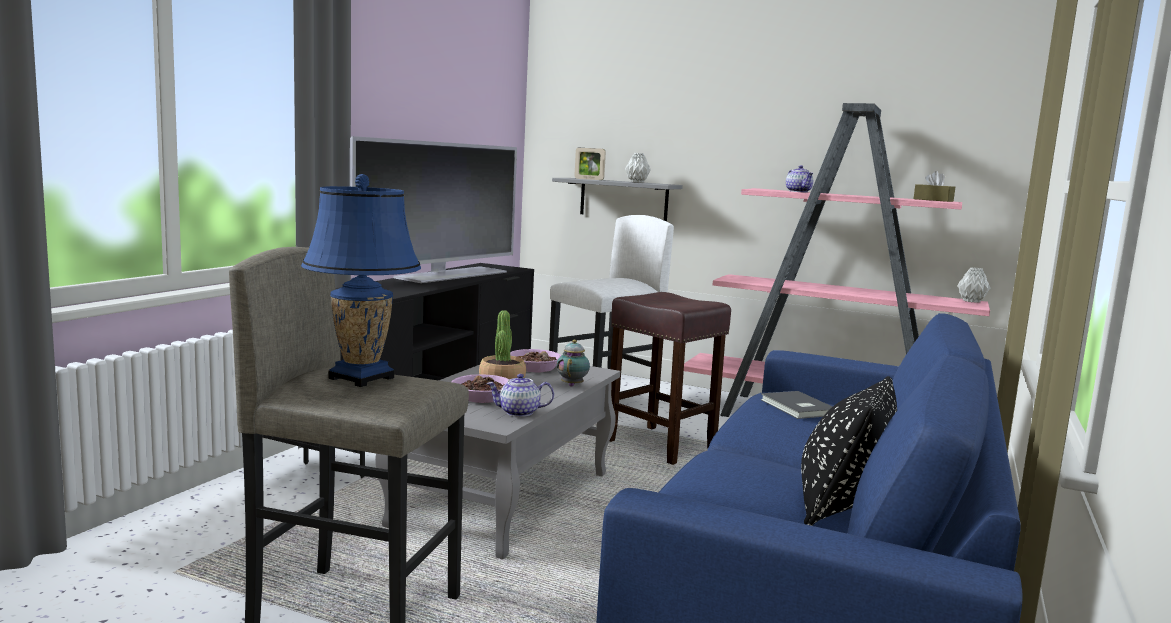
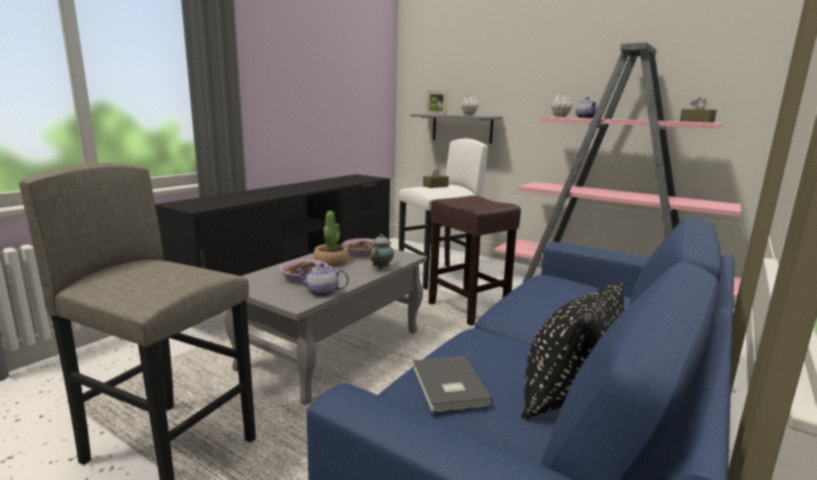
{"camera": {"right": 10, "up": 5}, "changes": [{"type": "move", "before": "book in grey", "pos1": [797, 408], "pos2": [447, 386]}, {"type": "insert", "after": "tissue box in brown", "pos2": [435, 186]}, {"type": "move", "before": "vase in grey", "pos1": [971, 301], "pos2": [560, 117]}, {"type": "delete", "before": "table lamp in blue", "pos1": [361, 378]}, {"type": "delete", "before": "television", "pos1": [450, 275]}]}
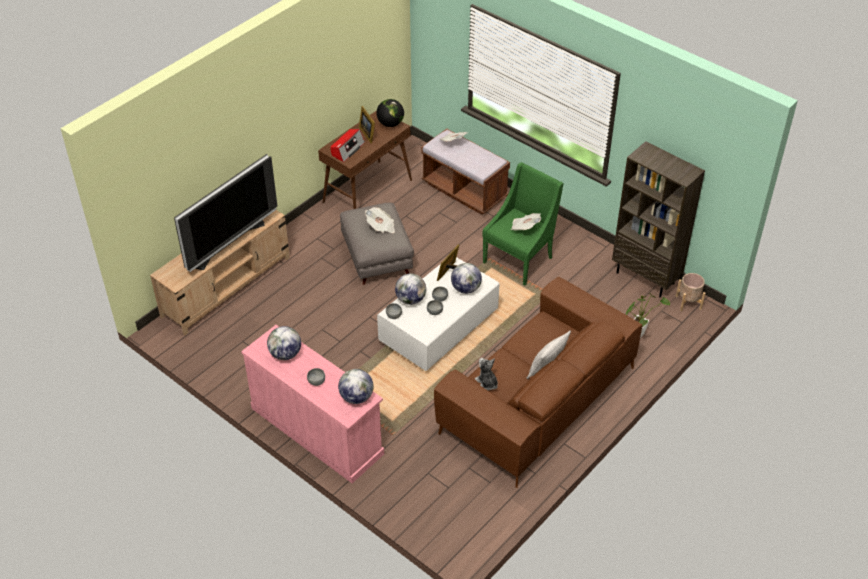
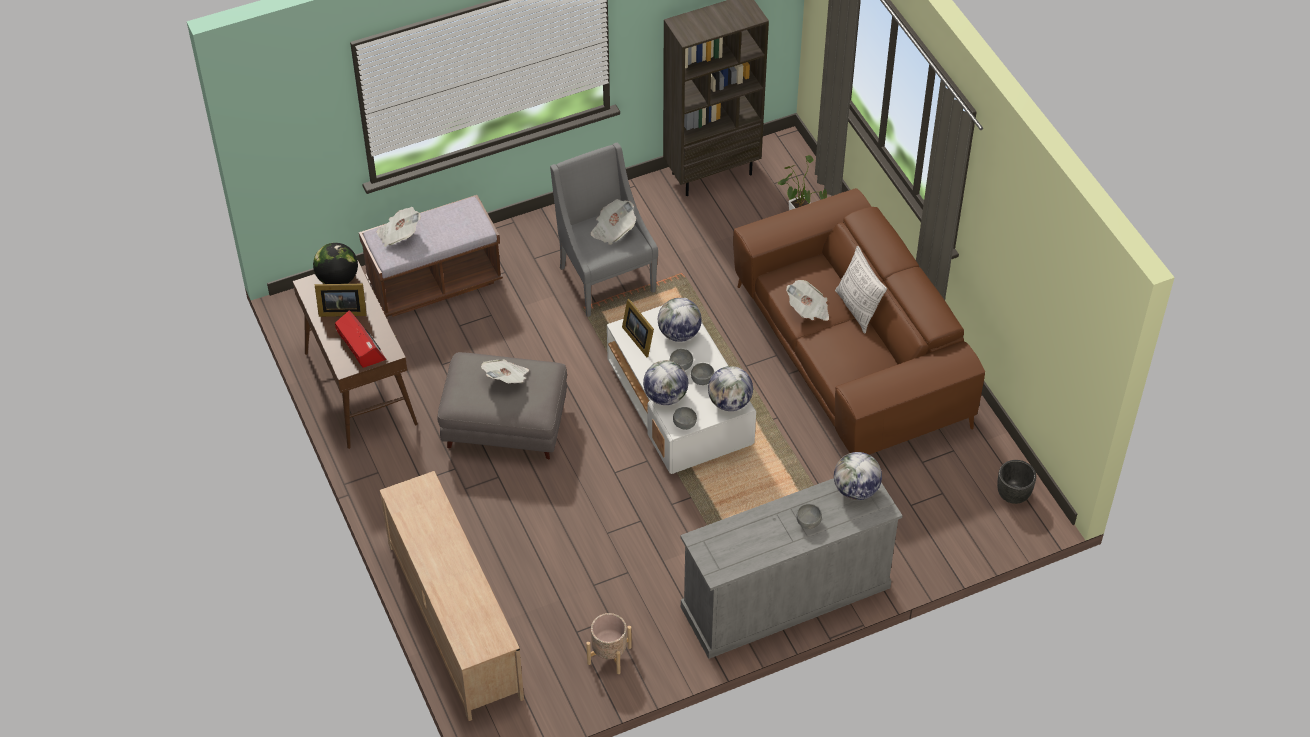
{"camera": {"right": -65, "up": 5}, "changes": [{"type": "recolor", "before": "armchair in green", "after": "armchair in grey", "pos1": [519, 259], "pos2": [604, 278]}, {"type": "move", "before": "planter in beige", "pos1": [688, 302], "pos2": [609, 655]}, {"type": "recolor", "before": "dresser in pink", "after": "dresser in grey", "pos1": [316, 430], "pos2": [784, 598]}, {"type": "move", "before": "globe", "pos1": [285, 354], "pos2": [730, 402]}, {"type": "insert", "after": "newspaper", "pos2": [808, 310]}, {"type": "insert", "after": "planter in black", "pos2": [1013, 495]}, {"type": "delete", "before": "television", "pos1": [229, 243]}, {"type": "delete", "before": "plush toy", "pos1": [486, 383]}]}
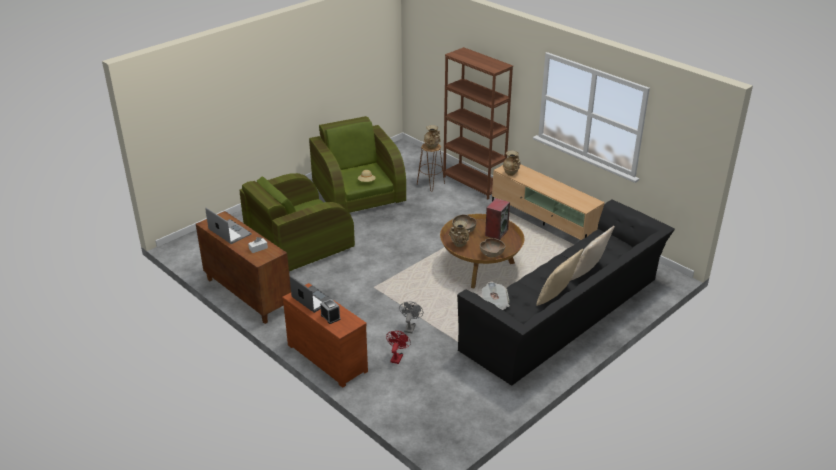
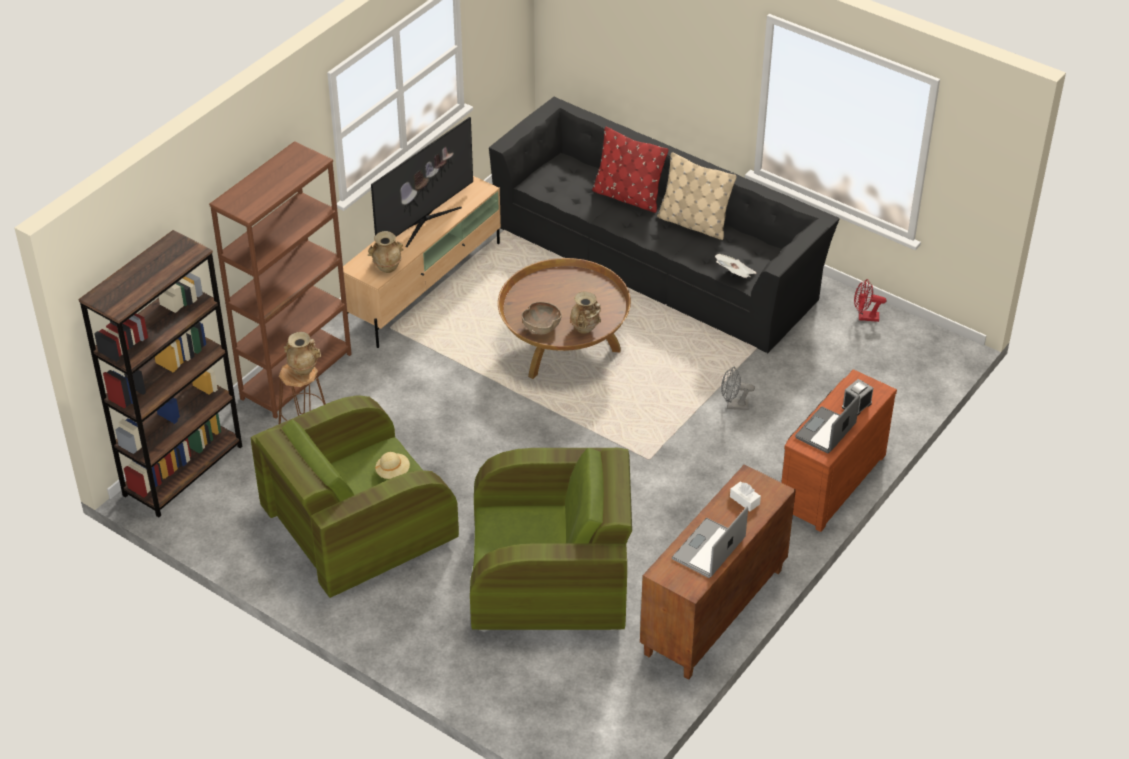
{"camera": {"right": -100, "up": 10}, "changes": [{"type": "insert", "after": "bookcase in brown", "pos2": [183, 470]}, {"type": "insert", "after": "television", "pos2": [424, 222]}, {"type": "rotate", "before": "armchair in green", "pos1": [298, 245], "pos2": [551, 578], "turn": -45}, {"type": "recolor", "before": "pillow in beige", "after": "pillow in red", "pos1": [588, 271], "pos2": [628, 197]}, {"type": "move", "before": "fan in red", "pos1": [397, 357], "pos2": [865, 317]}, {"type": "delete", "before": "bowl in brown", "pos1": [491, 254]}, {"type": "delete", "before": "speaker", "pos1": [496, 232]}]}
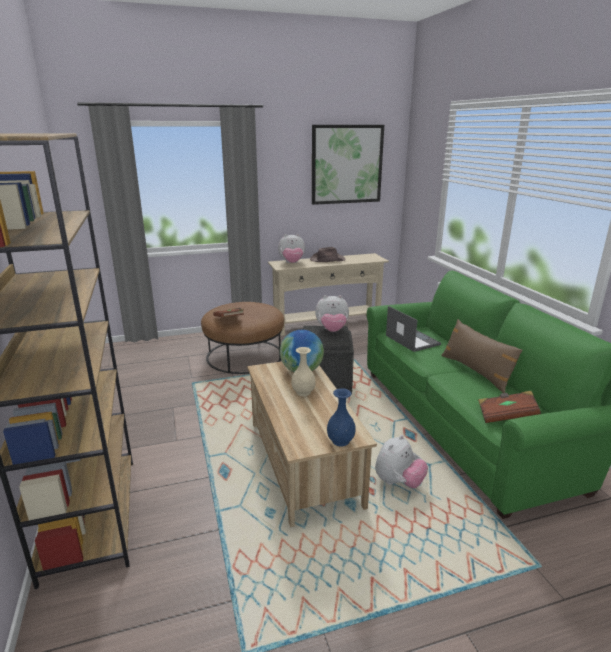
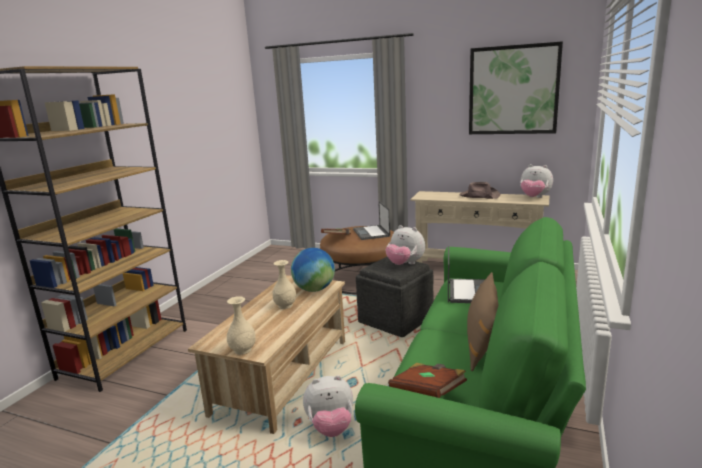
{"camera": {"right": 40, "up": -5}, "changes": [{"type": "recolor", "before": "vase in blue", "after": "vase in beige", "pos1": [341, 441], "pos2": [243, 350]}, {"type": "insert", "after": "laptop", "pos2": [371, 233]}, {"type": "move", "before": "plush toy", "pos1": [292, 263], "pos2": [534, 197]}]}
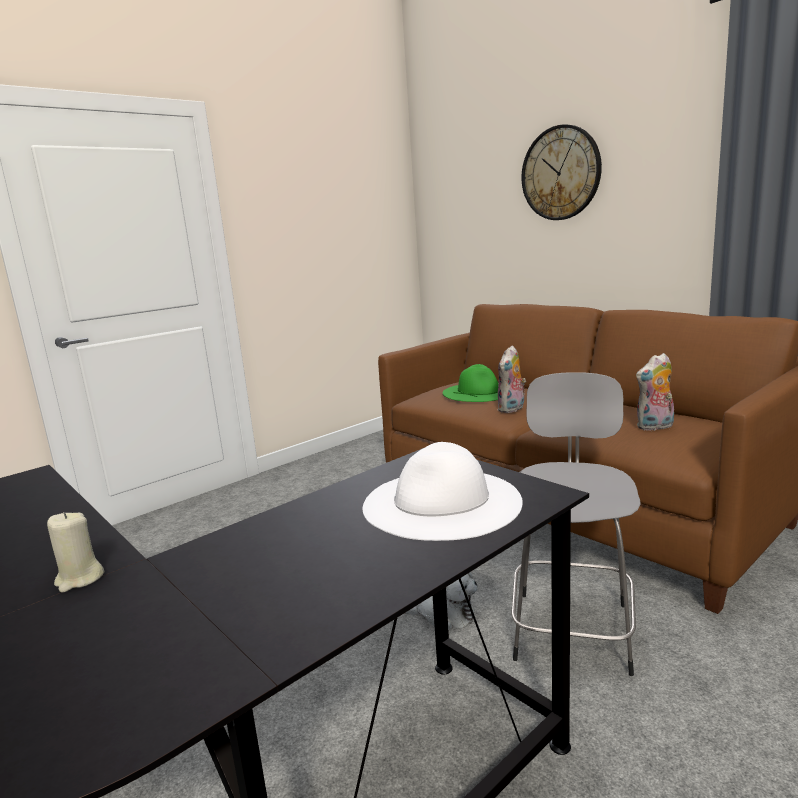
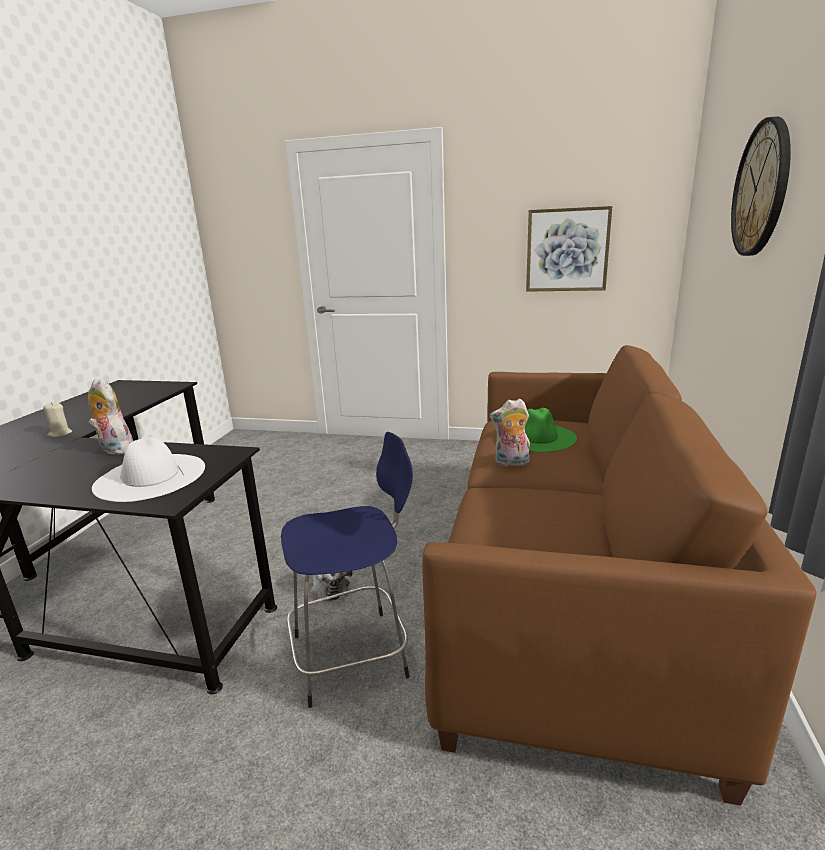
{"camera": {"right": 55, "up": 5}, "changes": [{"type": "move", "before": "plush toy", "pos1": [655, 427], "pos2": [114, 450]}, {"type": "recolor", "before": "stool in grey", "after": "stool in blue", "pos1": [572, 627], "pos2": [354, 654]}, {"type": "insert", "after": "picture", "pos2": [567, 250]}]}
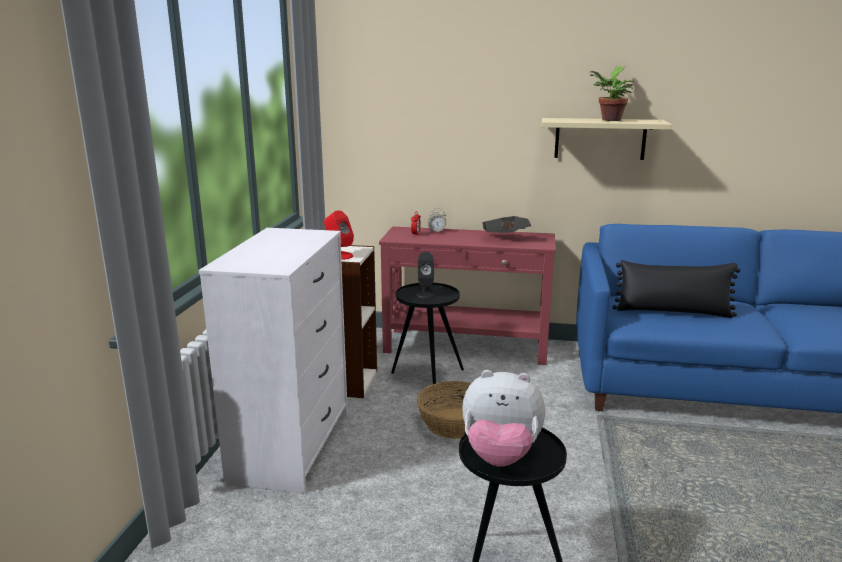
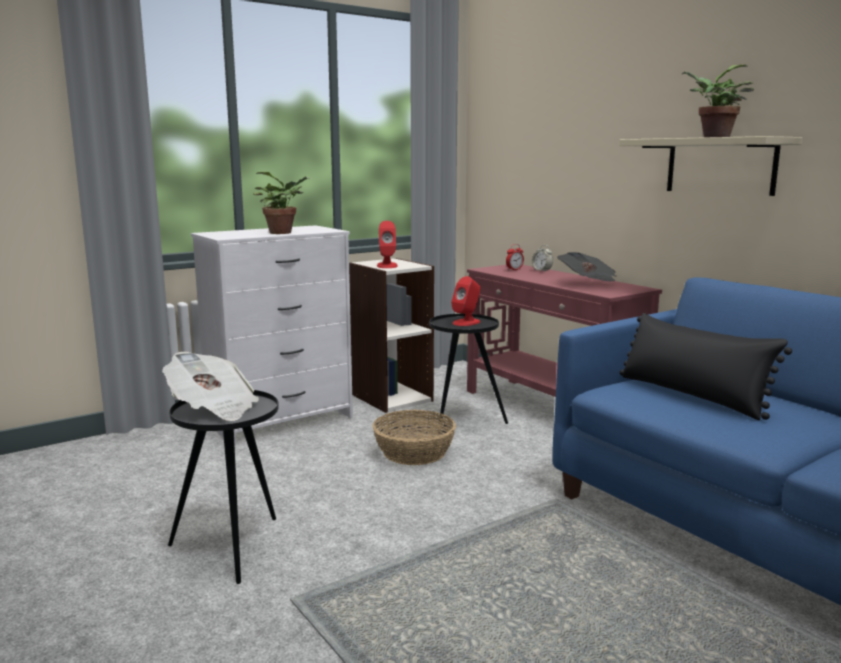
{"camera": {"right": 45, "up": -5}, "changes": [{"type": "replace", "before": "plush toy", "after": "newspaper", "pos1": [500, 455], "pos2": [213, 408]}, {"type": "insert", "after": "potted plant", "pos2": [283, 233]}, {"type": "recolor", "before": "speaker in black", "after": "speaker in red", "pos1": [425, 293], "pos2": [466, 322]}]}
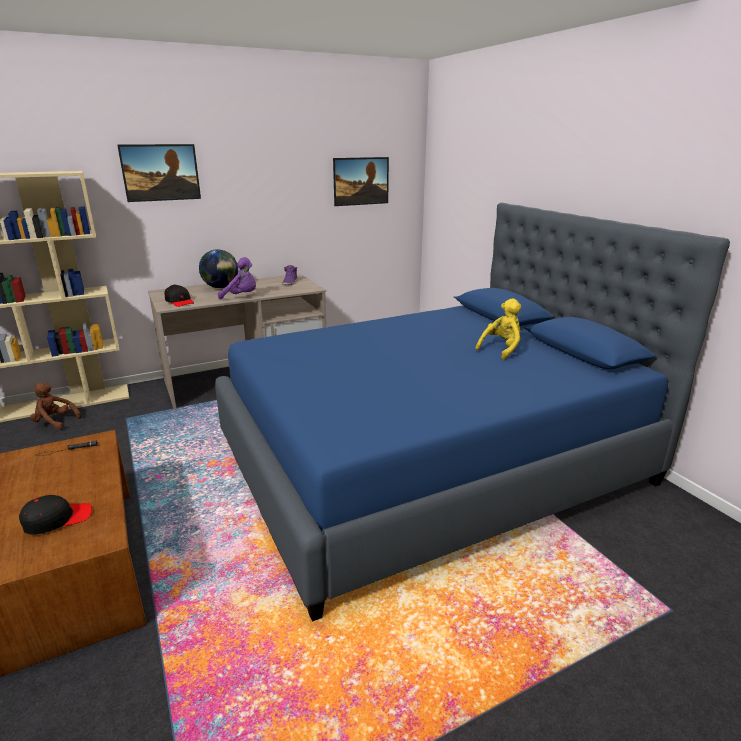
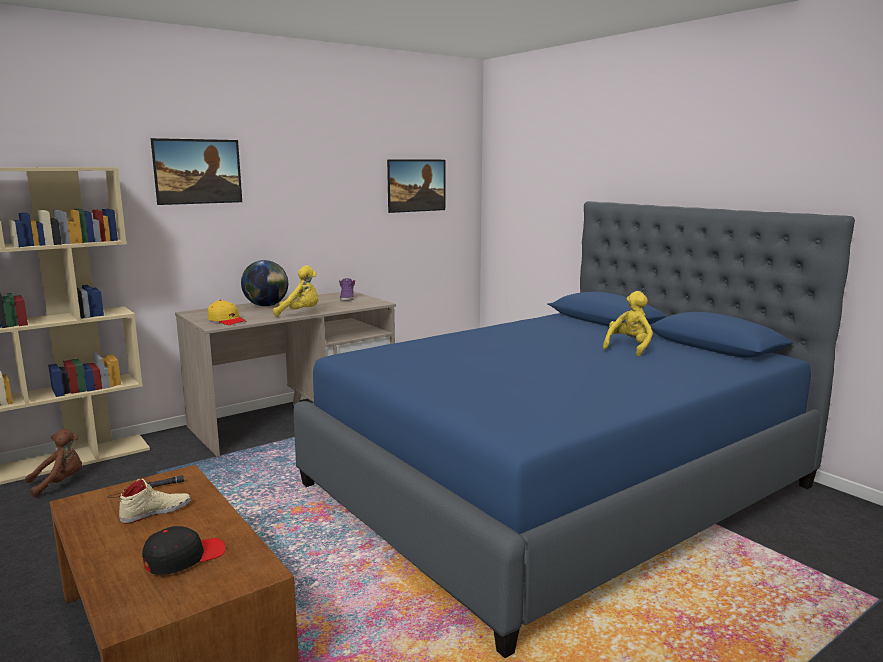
{"camera": {"right": -10, "up": -10}, "changes": [{"type": "rotate", "before": "plush toy in brown", "pos1": [55, 422], "pos2": [59, 483], "turn": 135}, {"type": "insert", "after": "shoe in beige", "pos2": [156, 511]}, {"type": "recolor", "before": "cap in black", "after": "cap in yellow", "pos1": [180, 301], "pos2": [227, 320]}, {"type": "recolor", "before": "plush toy in purple", "after": "plush toy in yellow", "pos1": [241, 296], "pos2": [300, 313]}]}
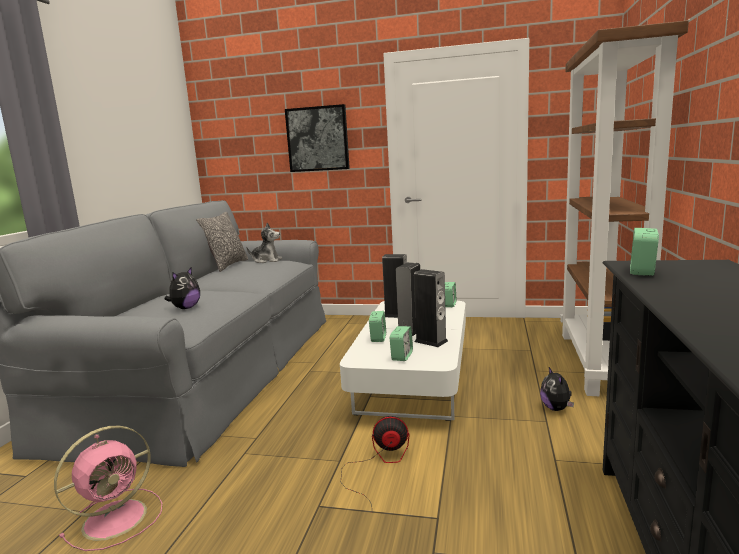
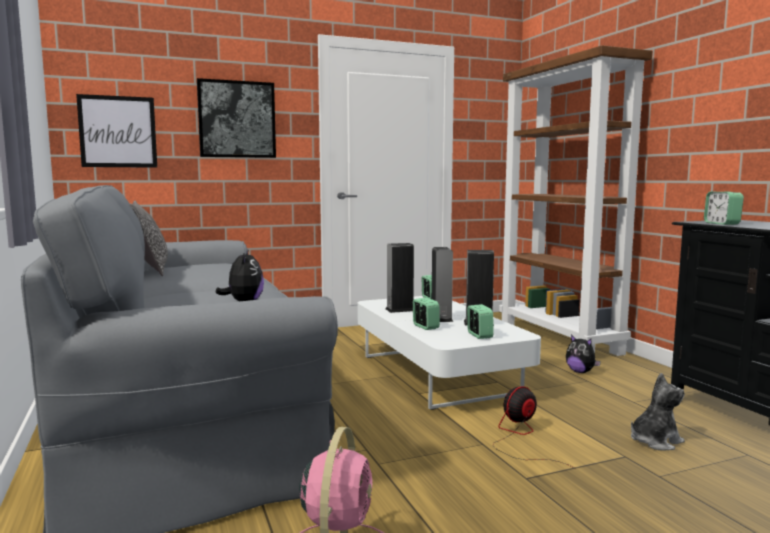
{"camera": {"right": -35, "up": -5}, "changes": [{"type": "insert", "after": "picture", "pos2": [118, 132]}, {"type": "move", "before": "plush toy", "pos1": [267, 260], "pos2": [654, 441]}]}
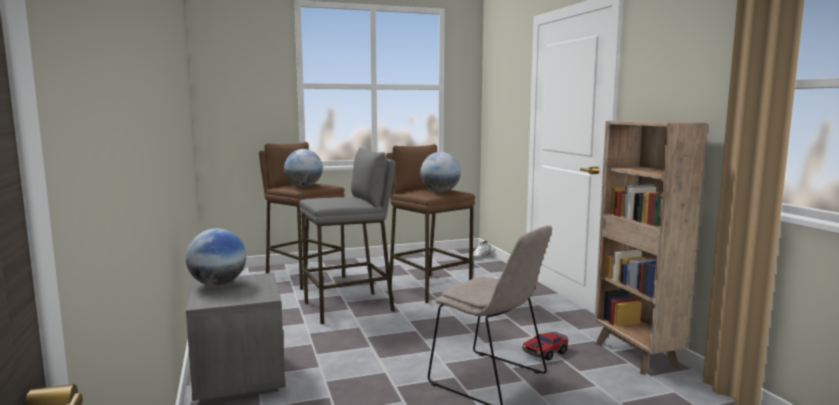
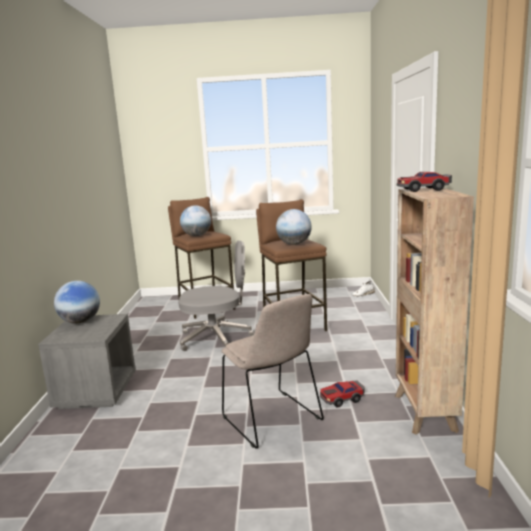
{"camera": {"right": 20, "up": 5}, "changes": [{"type": "replace", "before": "stool in grey", "after": "office chair in grey", "pos1": [349, 307], "pos2": [217, 338]}, {"type": "insert", "after": "toy car", "pos2": [423, 189]}]}
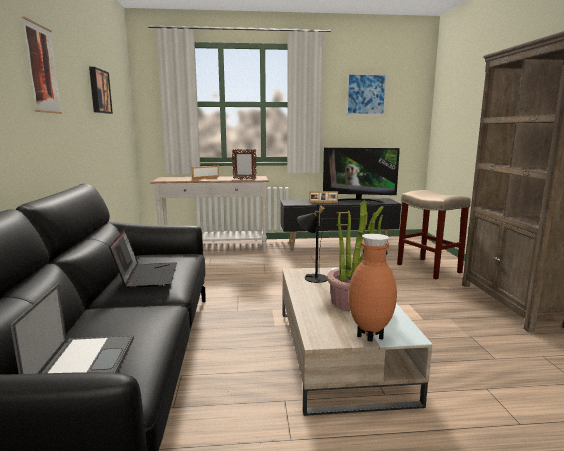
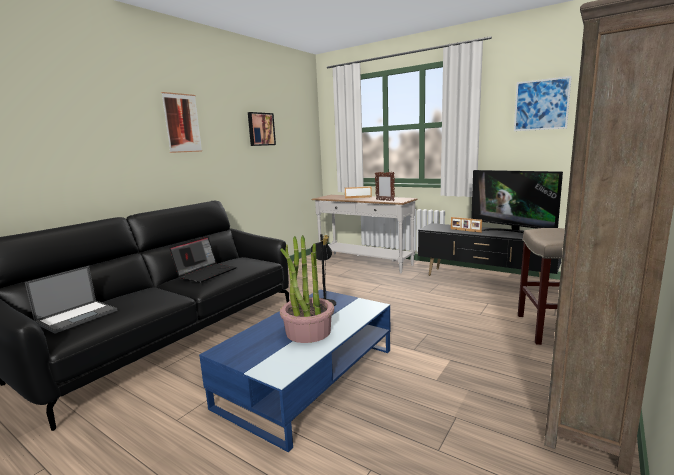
{"camera": {"right": 40, "up": 0}, "changes": [{"type": "recolor", "before": "coffee table in beige", "after": "coffee table in blue", "pos1": [339, 351], "pos2": [309, 377]}, {"type": "delete", "before": "vase in brown", "pos1": [369, 337]}]}
